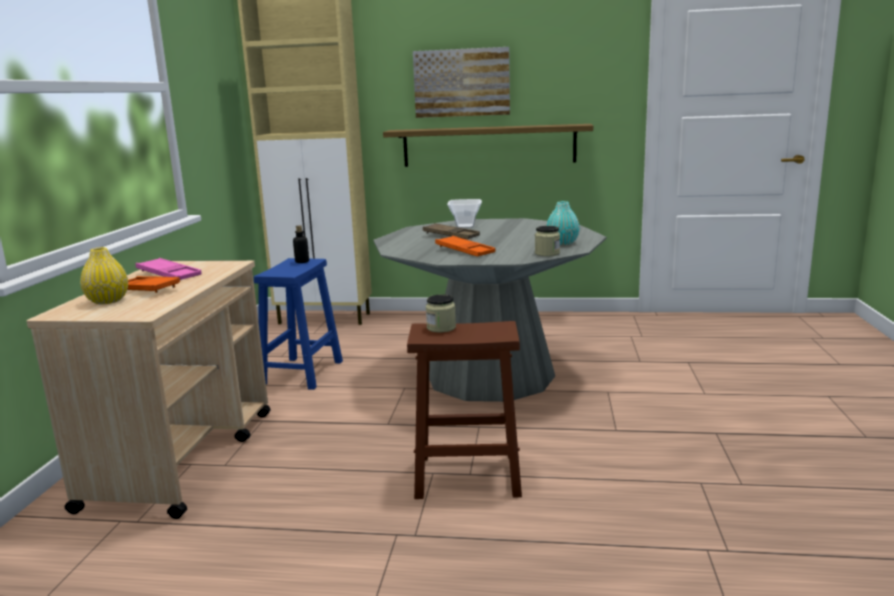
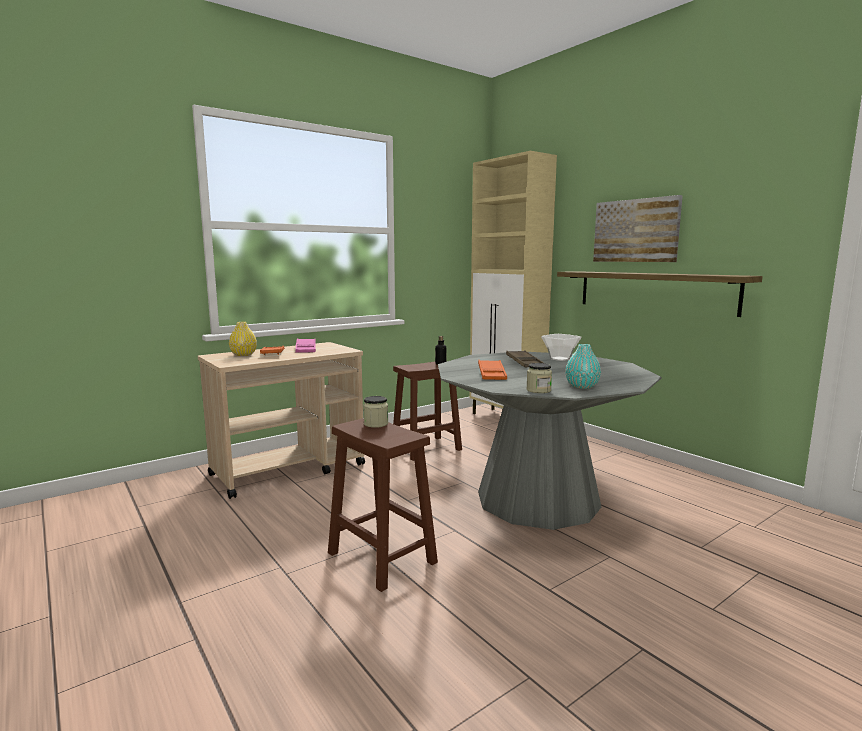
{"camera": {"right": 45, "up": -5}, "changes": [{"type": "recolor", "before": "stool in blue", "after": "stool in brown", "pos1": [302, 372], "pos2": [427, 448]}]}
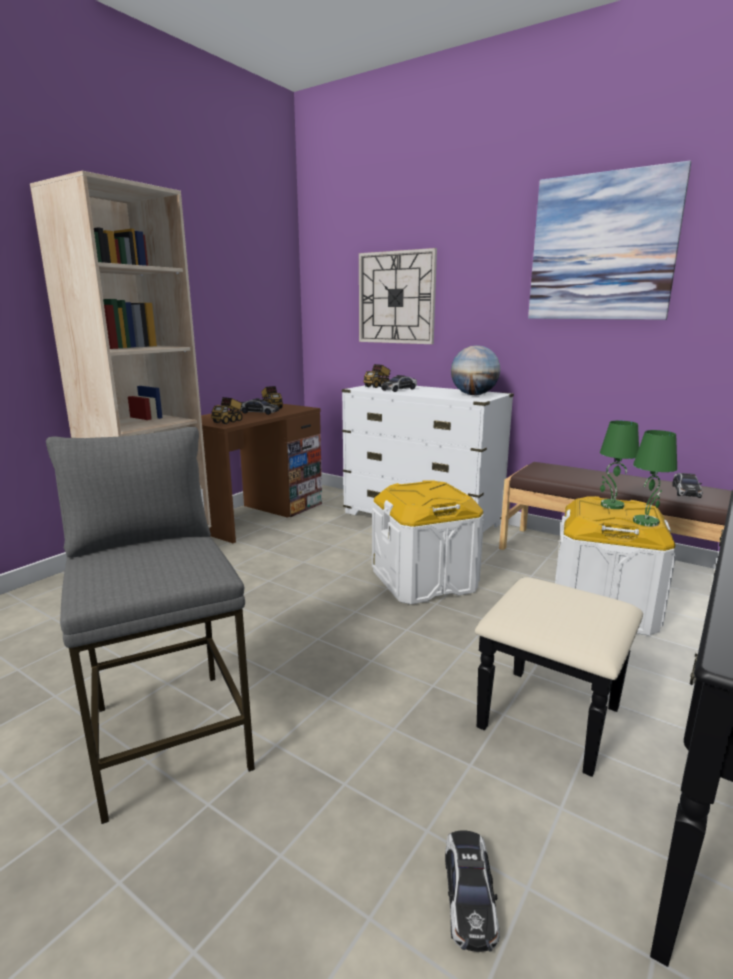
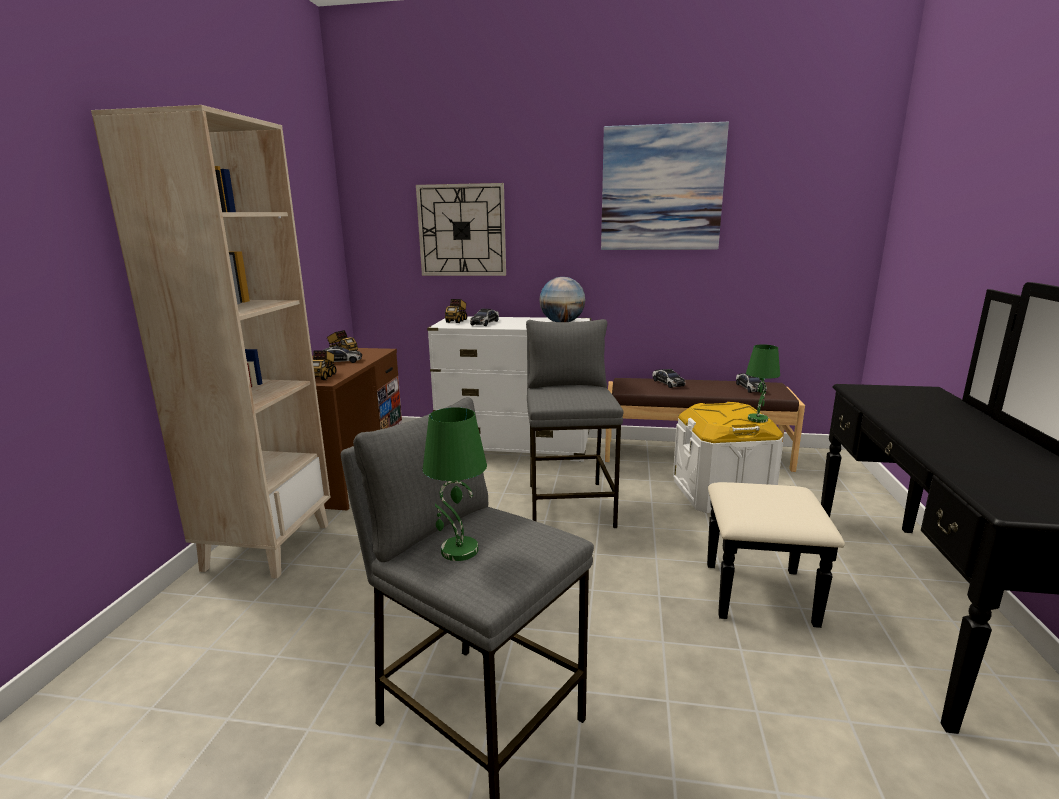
{"camera": {"right": -25, "up": 0}, "changes": [{"type": "move", "before": "table lamp in green", "pos1": [611, 505], "pos2": [458, 550]}, {"type": "replace", "before": "storage box in white", "after": "stool in grey", "pos1": [424, 580], "pos2": [570, 505]}, {"type": "move", "before": "toy car", "pos1": [469, 896], "pos2": [668, 383]}]}
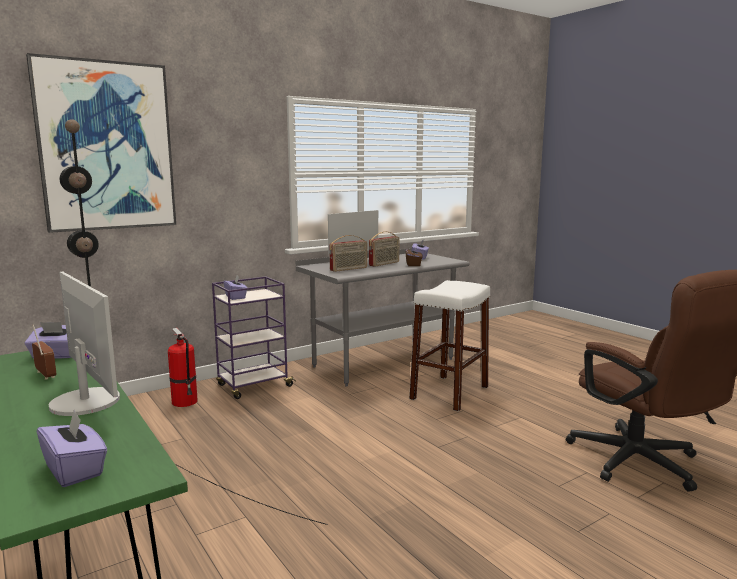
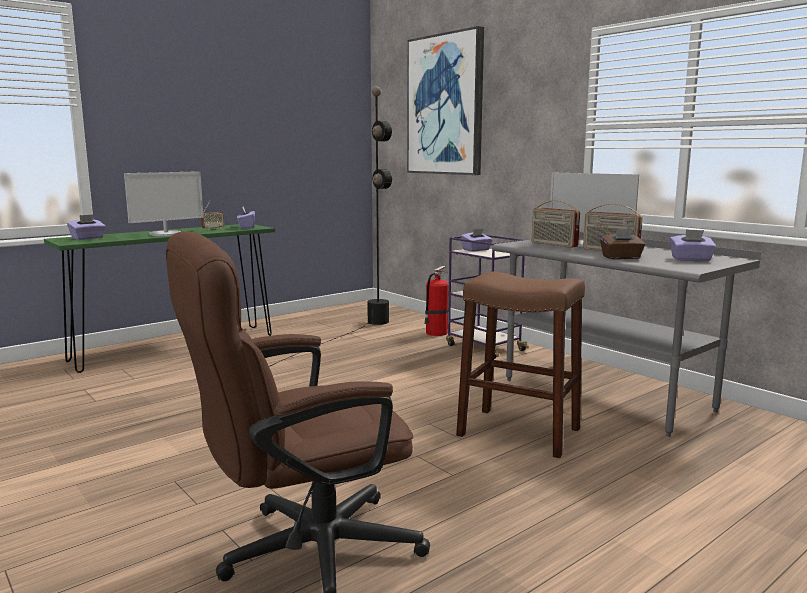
{"camera": {"right": 85, "up": 0}, "changes": [{"type": "recolor", "before": "stool in white", "after": "stool in brown", "pos1": [449, 393], "pos2": [518, 432]}]}
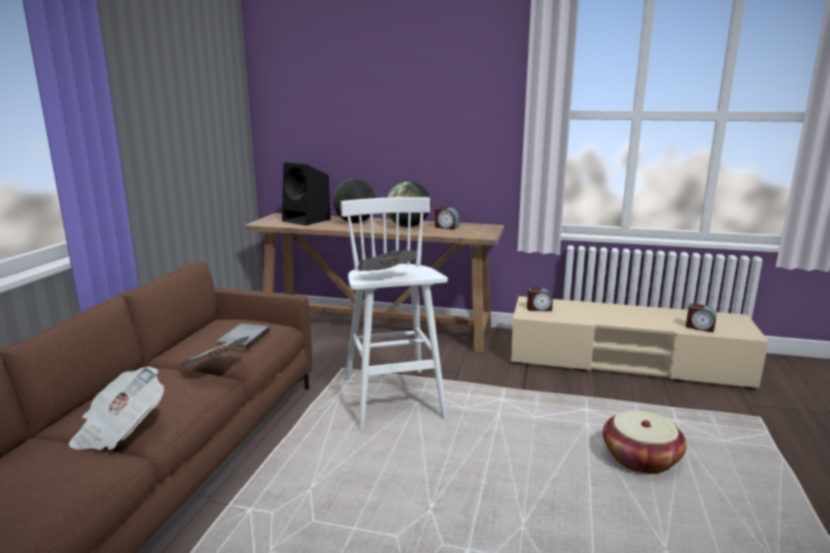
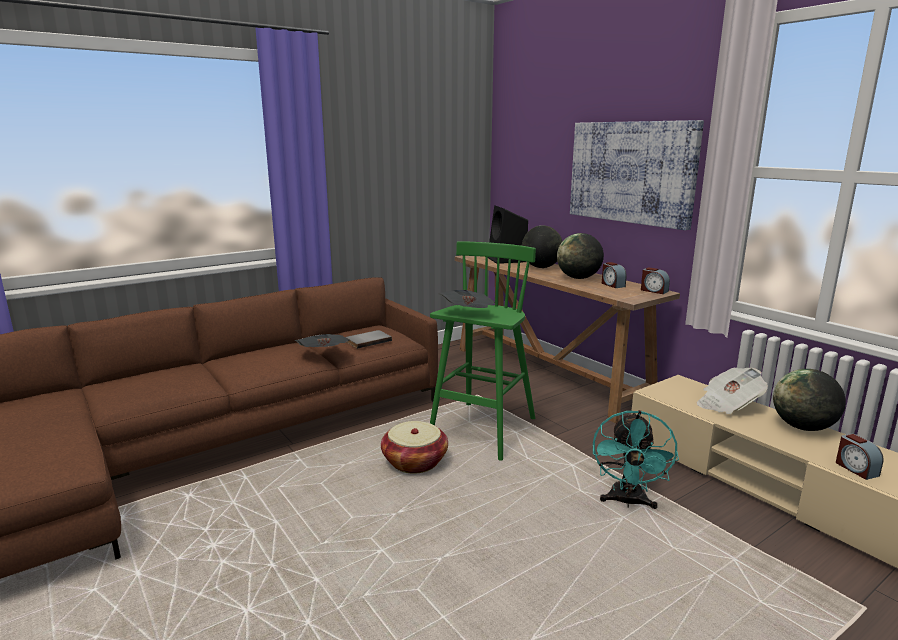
{"camera": {"right": 40, "up": 0}, "changes": [{"type": "move", "before": "basket", "pos1": [640, 458], "pos2": [414, 462]}, {"type": "recolor", "before": "stool in white", "after": "stool in green", "pos1": [393, 399], "pos2": [482, 431]}, {"type": "insert", "after": "picture", "pos2": [632, 172]}, {"type": "insert", "after": "fan in turquoise", "pos2": [627, 502]}, {"type": "move", "before": "alarm clock", "pos1": [539, 309], "pos2": [653, 291]}, {"type": "move", "before": "newspaper", "pos1": [120, 430], "pos2": [727, 405]}, {"type": "insert", "after": "globe", "pos2": [802, 427]}]}
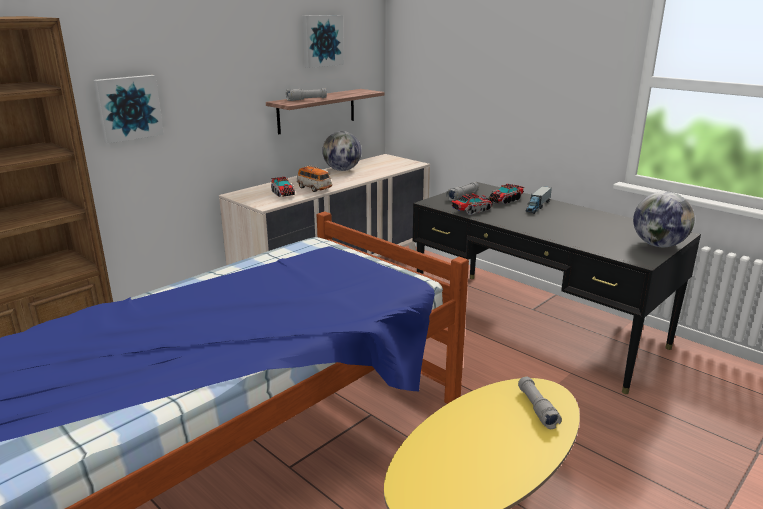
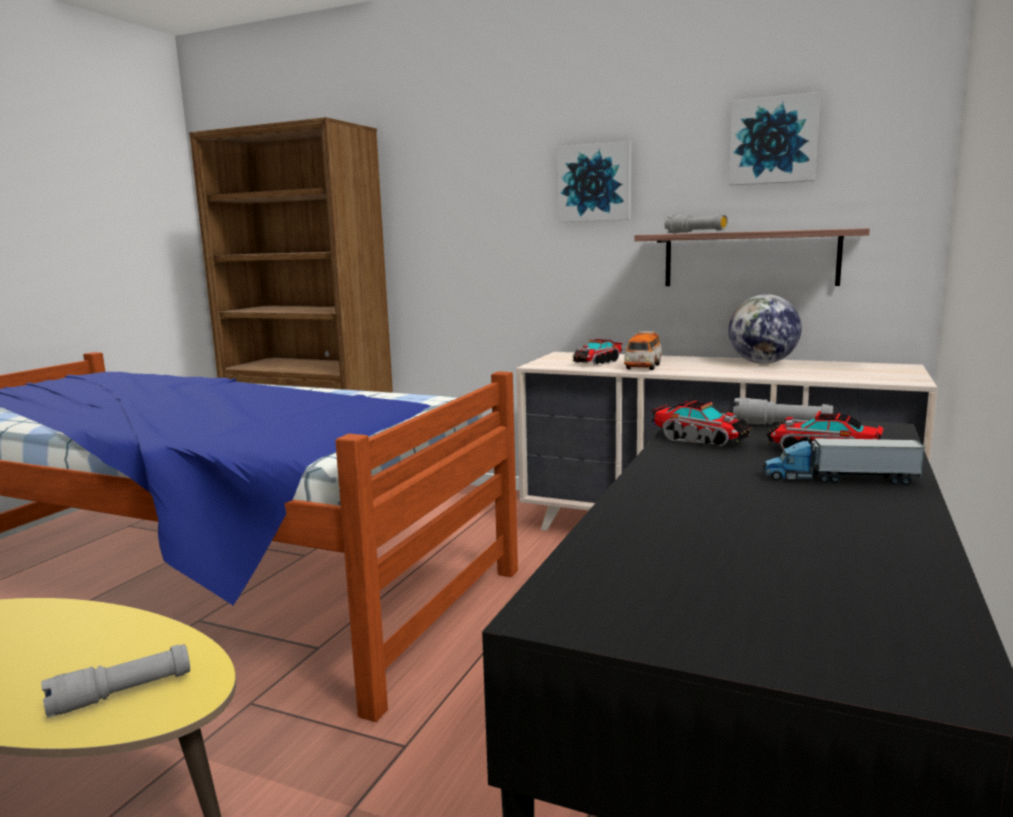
{"camera": {"right": 70, "up": -10}, "changes": [{"type": "move", "before": "picture", "pos1": [128, 108], "pos2": [595, 183]}, {"type": "delete", "before": "globe", "pos1": [658, 245]}]}
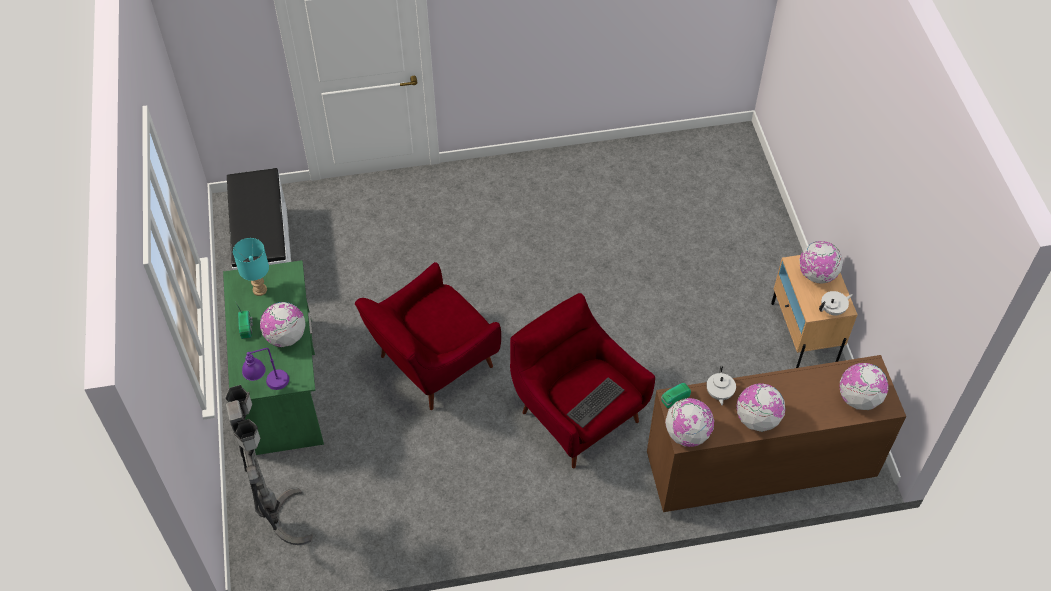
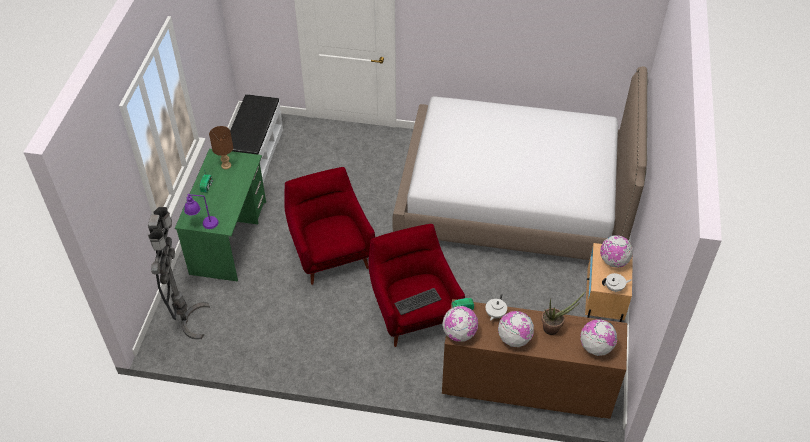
{"camera": {"right": 20, "up": -5}, "changes": [{"type": "recolor", "before": "table lamp in turquoise", "after": "table lamp in brown", "pos1": [259, 289], "pos2": [226, 165]}, {"type": "rotate", "before": "armchair in red", "pos1": [431, 365], "pos2": [330, 252], "turn": 90}, {"type": "insert", "after": "bed", "pos2": [513, 199]}, {"type": "insert", "after": "potted plant", "pos2": [554, 328]}, {"type": "delete", "before": "globe", "pos1": [286, 337]}]}
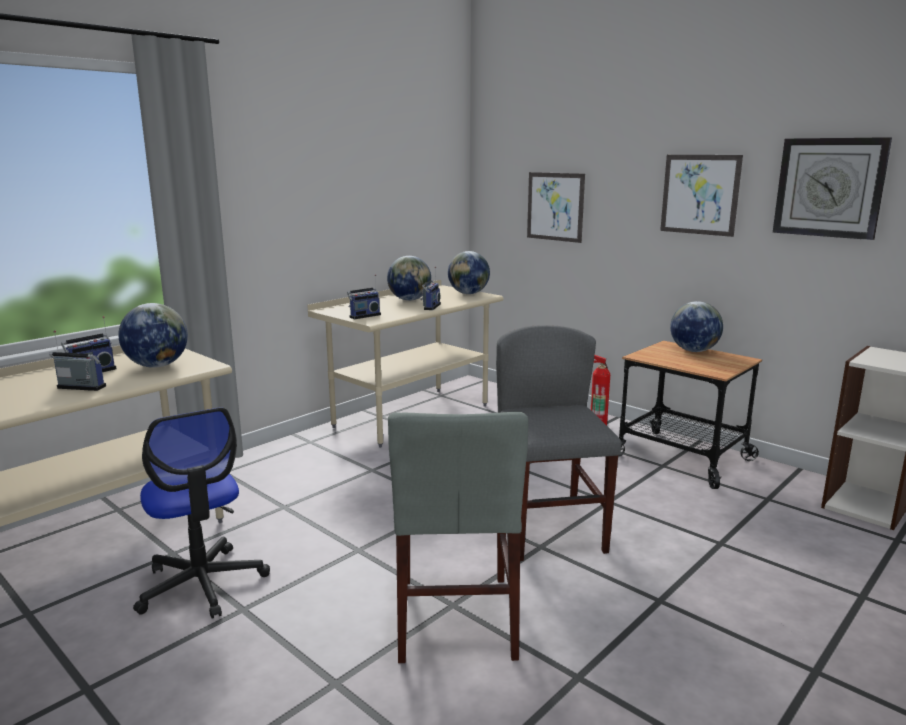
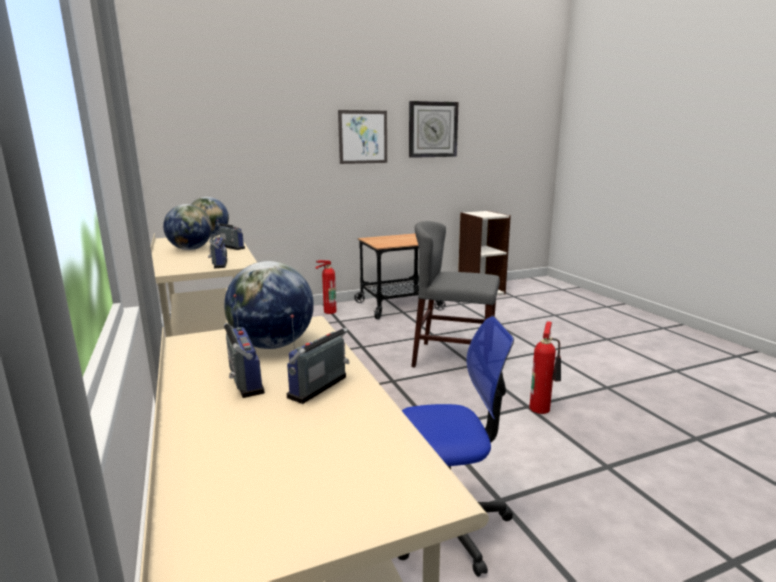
{"camera": {"right": -65, "up": 0}, "changes": [{"type": "replace", "before": "chair in grey", "after": "fire extinguisher", "pos1": [455, 617], "pos2": [541, 408]}, {"type": "delete", "before": "picture", "pos1": [555, 206]}, {"type": "delete", "before": "globe", "pos1": [693, 351]}]}
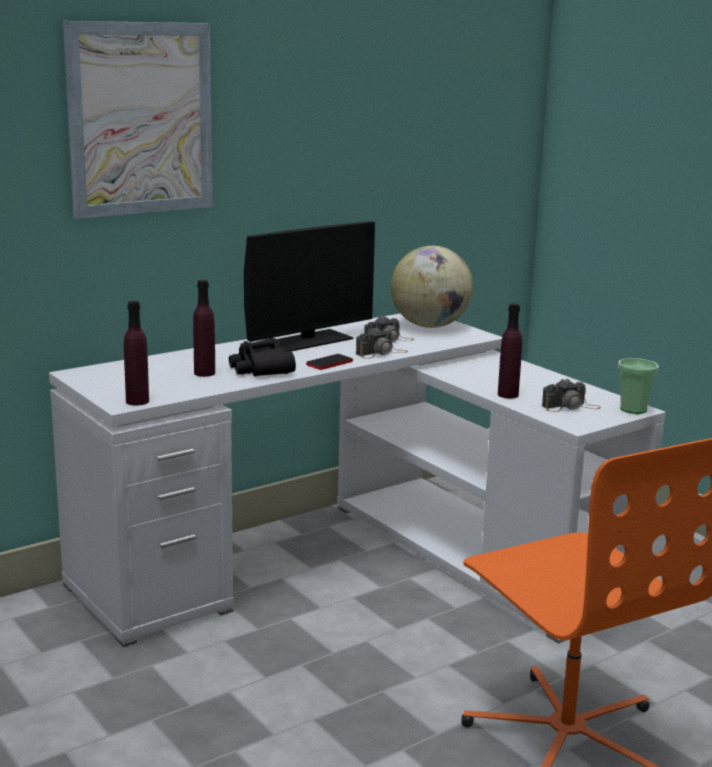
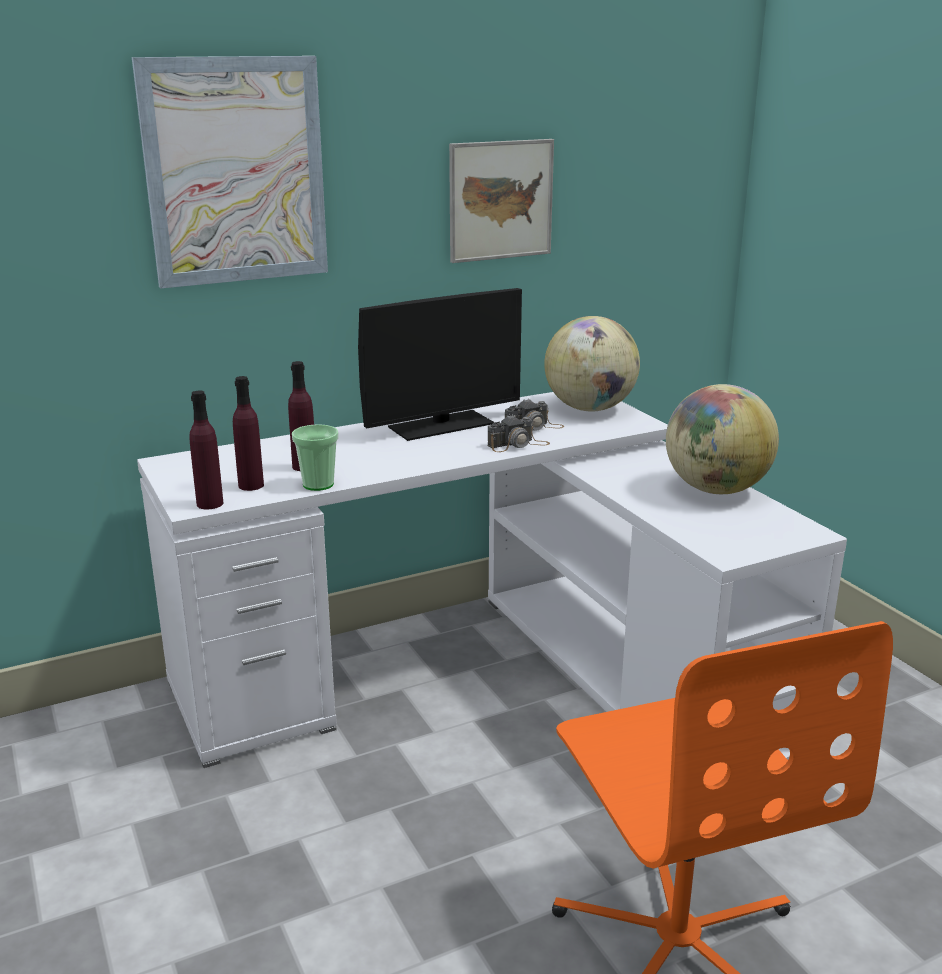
{"camera": {"right": 10, "up": 5}, "changes": [{"type": "move", "before": "bottle in purple", "pos1": [508, 395], "pos2": [251, 485]}, {"type": "move", "before": "cup", "pos1": [633, 409], "pos2": [318, 484]}, {"type": "insert", "after": "picture", "pos2": [500, 200]}, {"type": "insert", "after": "globe", "pos2": [715, 489]}, {"type": "delete", "before": "binoculars in black", "pos1": [261, 369]}, {"type": "delete", "before": "phone", "pos1": [329, 363]}, {"type": "delete", "before": "photo camera", "pos1": [570, 407]}]}
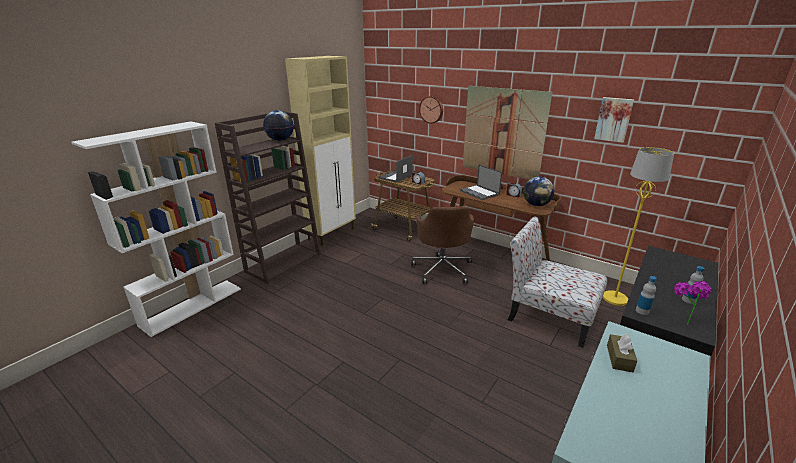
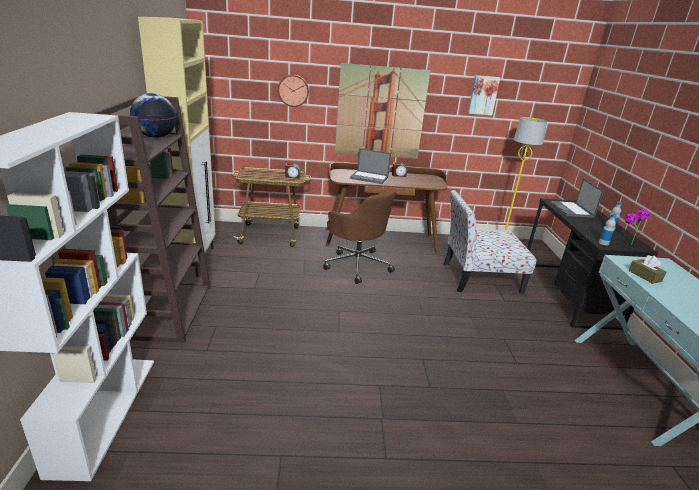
{"camera": {"right": -40, "up": 0}, "changes": [{"type": "move", "before": "laptop", "pos1": [395, 177], "pos2": [571, 210]}, {"type": "delete", "before": "globe", "pos1": [536, 205]}]}
